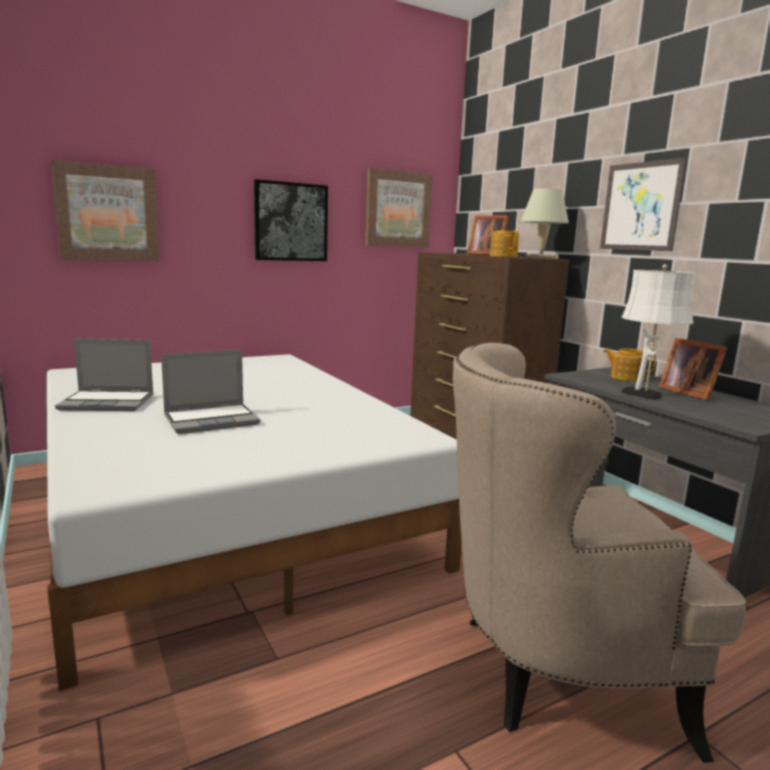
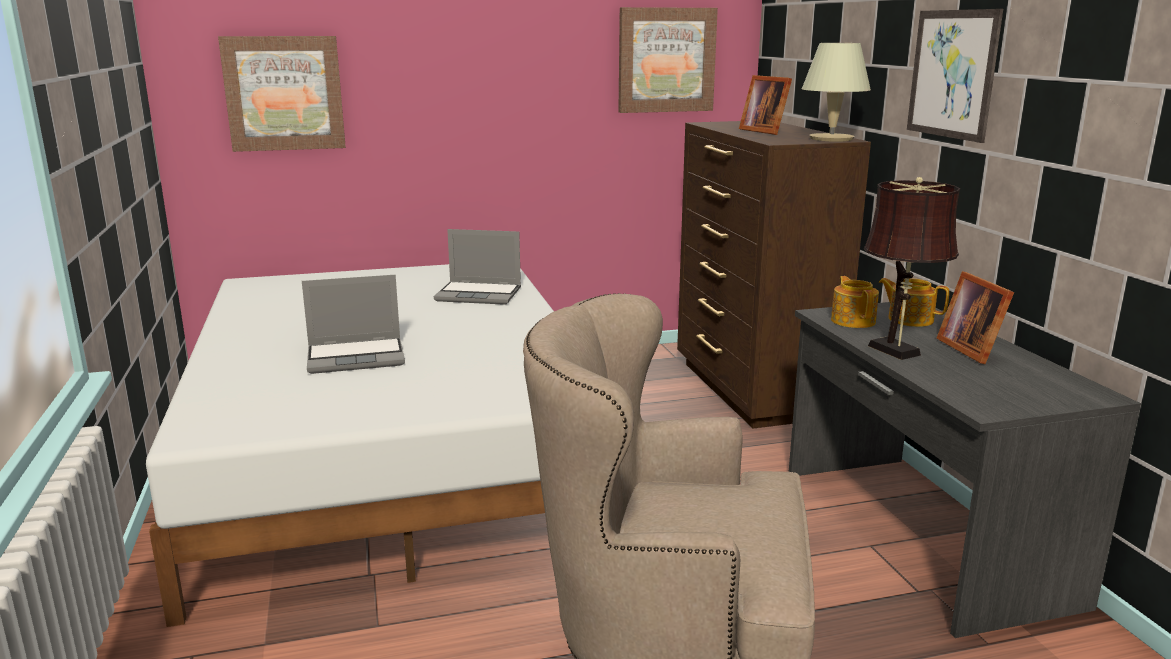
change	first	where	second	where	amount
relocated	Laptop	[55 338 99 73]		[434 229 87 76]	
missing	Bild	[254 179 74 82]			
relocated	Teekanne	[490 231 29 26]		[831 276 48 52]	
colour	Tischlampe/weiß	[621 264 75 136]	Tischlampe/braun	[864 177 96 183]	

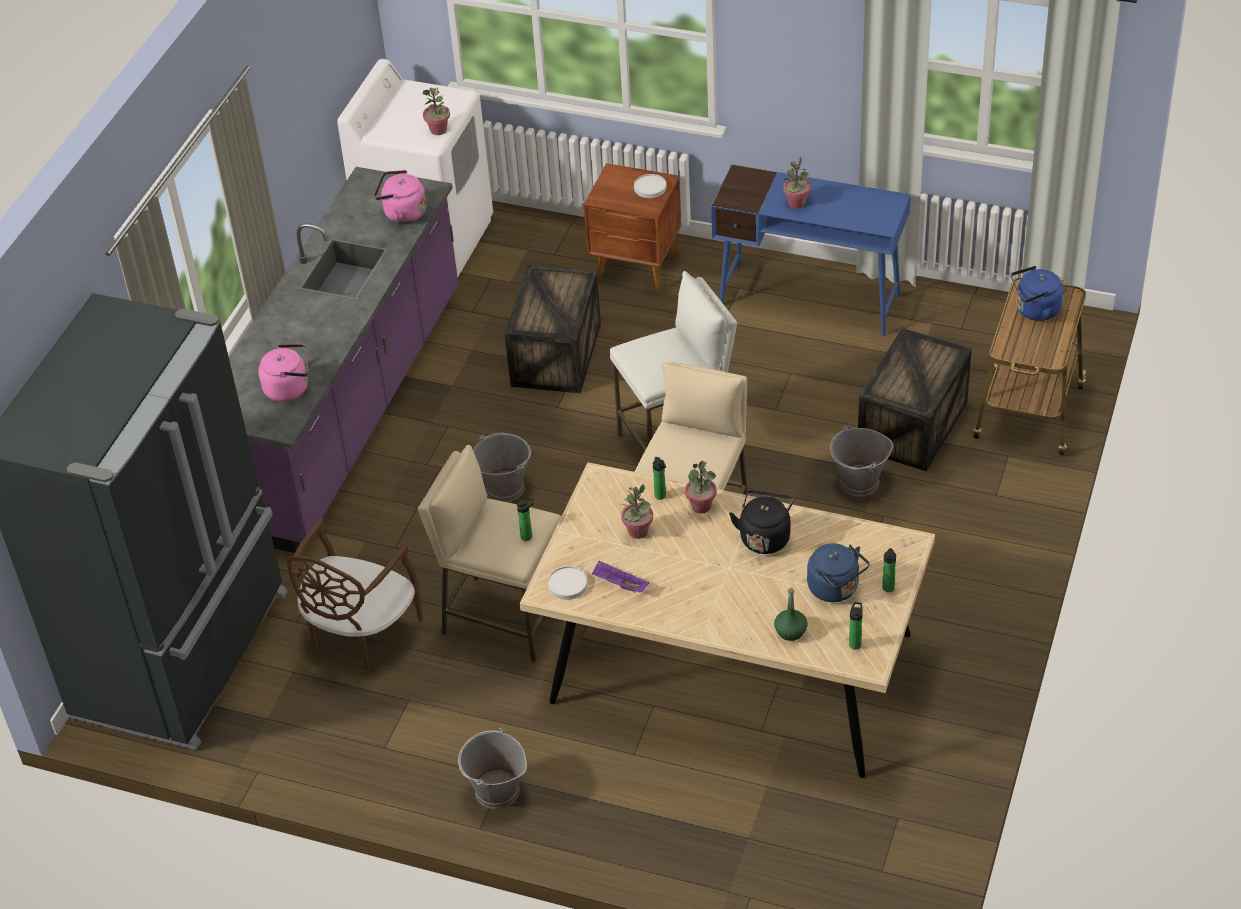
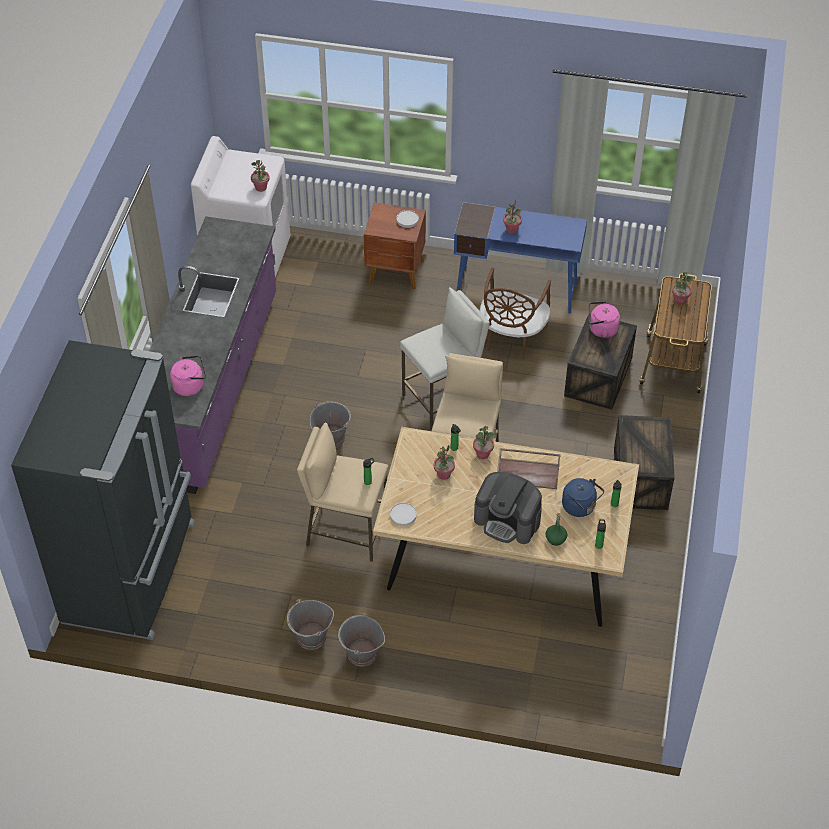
change	first	where	second	where	amount
relocated	Stuhl/braun	[286 518 137 153]		[480 267 71 92]	
relocated	Wasserkessel/rosa	[374 170 52 53]		[589 301 31 37]	
relocated	Kiste	[505 265 96 128]		[614 415 61 95]	
missing	Tablett/lila	[592 561 57 31]			
exchanged	Wasserkessel/schwarz	[729 490 65 64]	Tablett/braun	[497 448 64 41]	
relocated	Eimer/grau	[830 425 63 71]		[287 599 47 51]	
exchanged	Wasserkessel/blau	[1011 266 52 55]	Topfpflanze	[672 272 21 33]	
appeared			Kaffeemaschine	[474 472 68 72]	

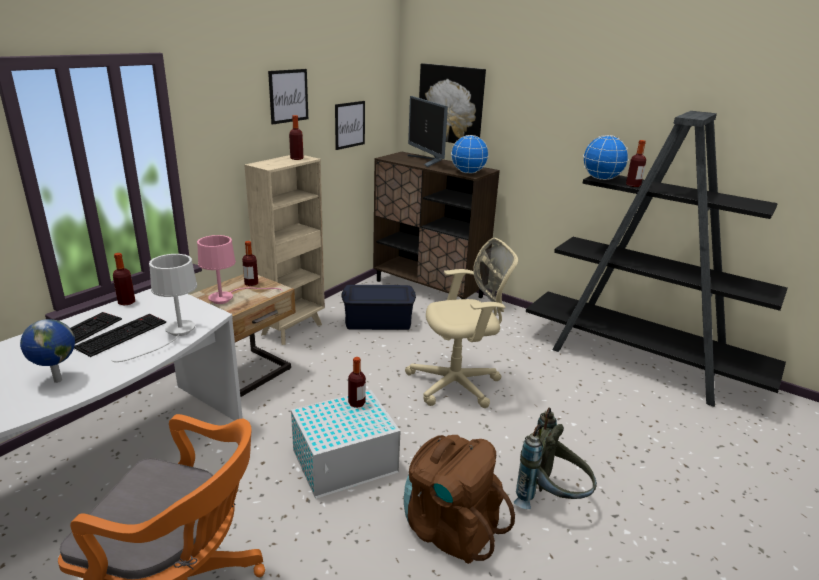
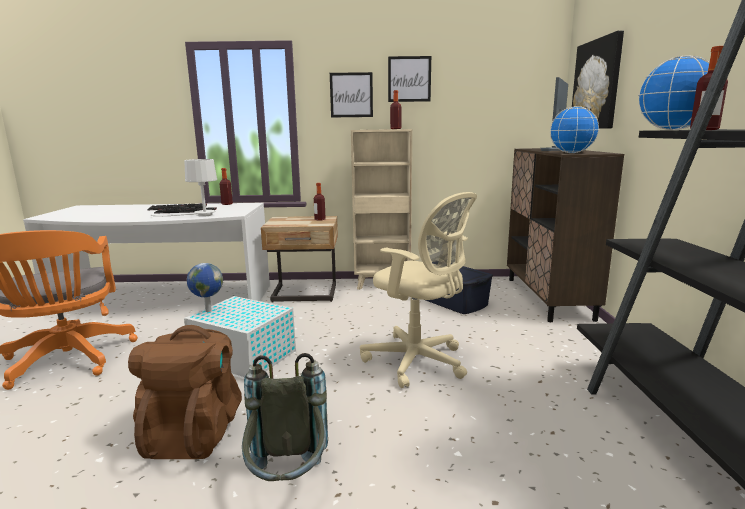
change	first	where	second	where	amount
relocated	Globus	[20 319 55 64]		[187 263 36 49]	
missing	Tischlampe/rosa	[197 235 86 69]			
relocated	Bild	[335 101 30 49]		[330 72 43 45]	
missing	Flasche	[348 357 18 51]			

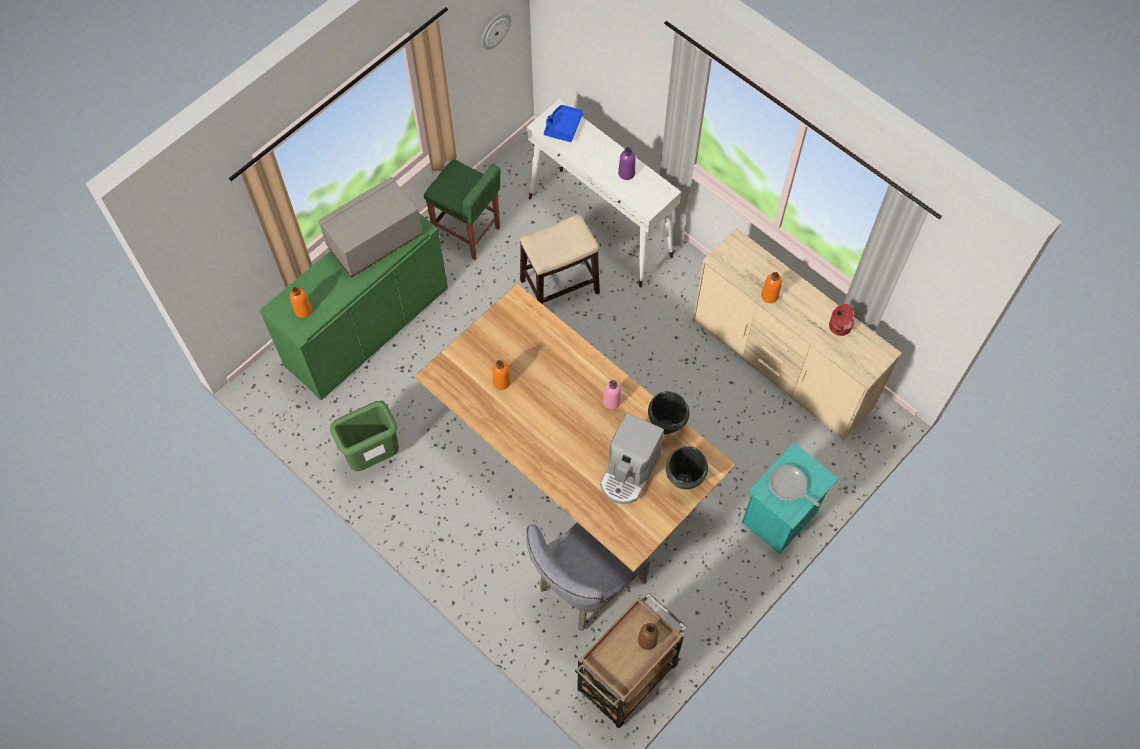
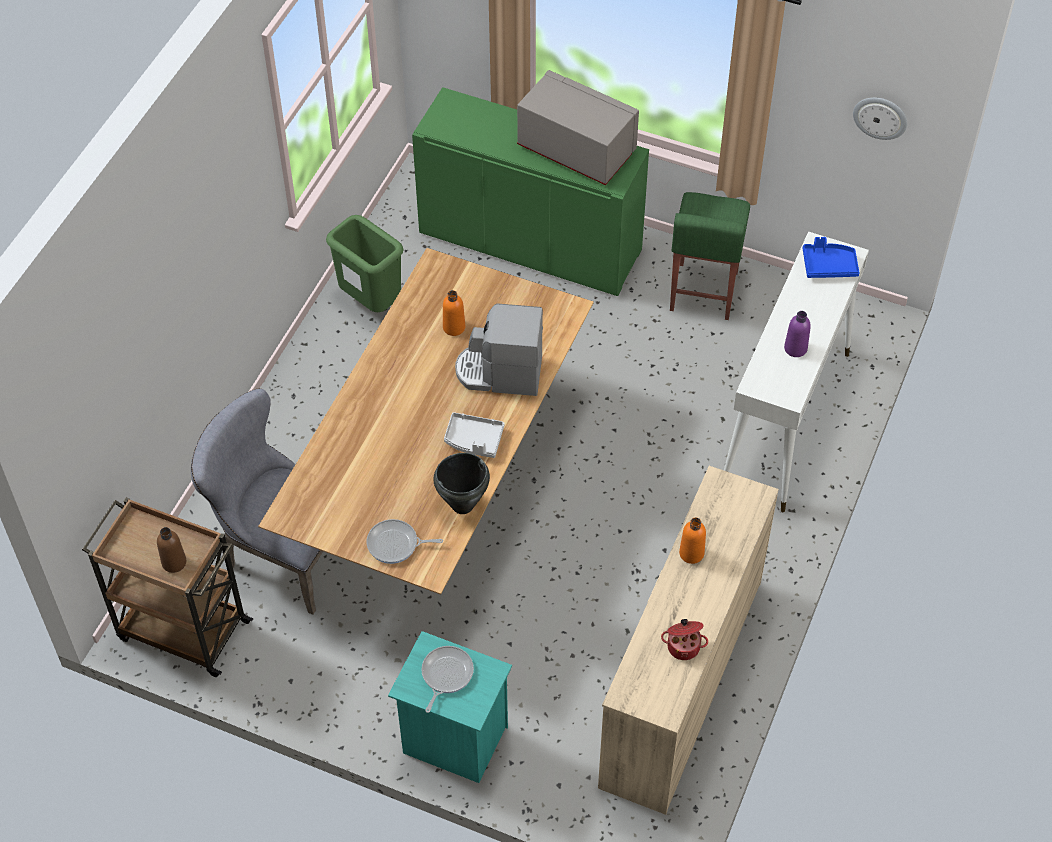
change	first	where	second	where	amount
missing	Flasche/orange	[290 287 22 31]			
missing	Hocker	[520 214 80 91]			
relocated	Kaffeemaschine	[600 413 64 91]		[455 303 88 93]	
exchanged	Flasche/rosa	[603 380 18 29]	Tablett/grau	[444 412 61 46]	
exchanged	Kochtopf/schwarz	[666 446 42 43]	Pfanne	[366 519 77 45]	

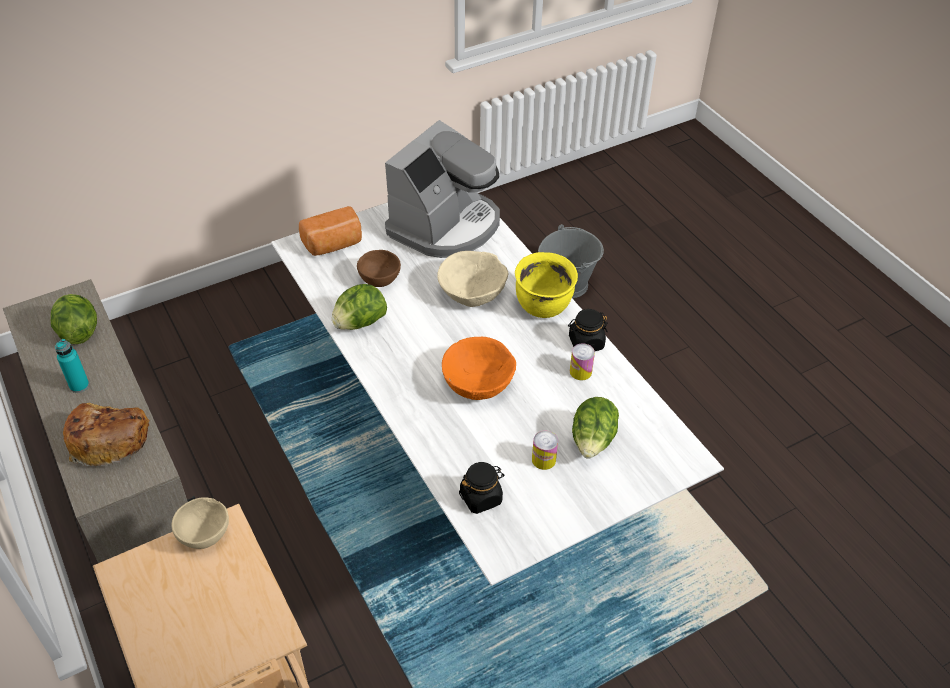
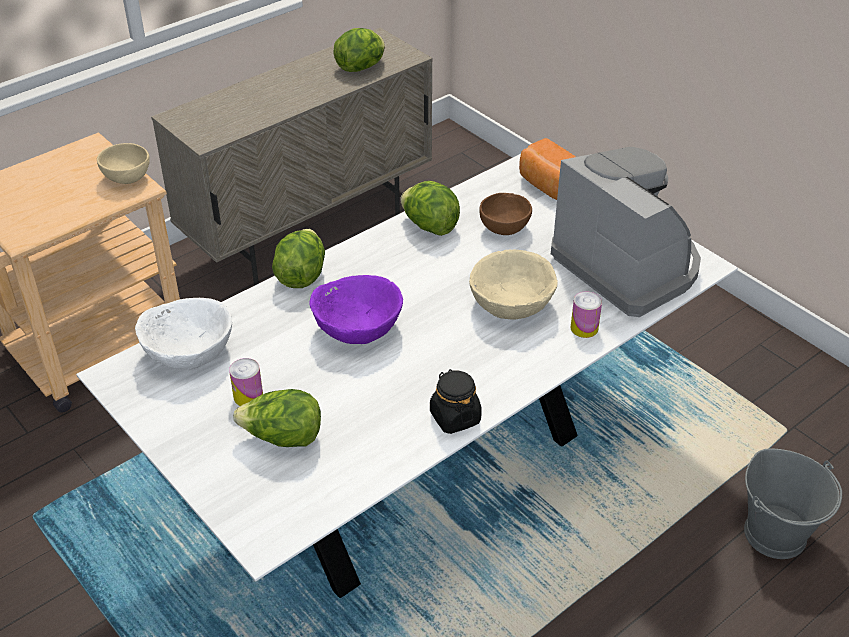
change	first	where	second	where	amount
missing	Flasche/türkis	[55 339 34 54]			
missing	Brot	[63 402 87 66]			
spun	Kaffeemaschine	[385 120 115 138]		[551 147 150 170]	150 degrees counterclockwise
colour	Schüssel/orange	[442 337 74 63]	Schüssel/lila	[309 275 94 69]	
exchanged	Vorratsglas/schwarz	[459 462 46 52]	Schüssel/weiß	[135 298 97 71]	
missing	Kochtopf/gelb	[515 252 63 66]			
relocated	Dose	[570 344 25 36]		[571 292 31 46]	
appeared			Salatkopf	[272 229 53 59]	

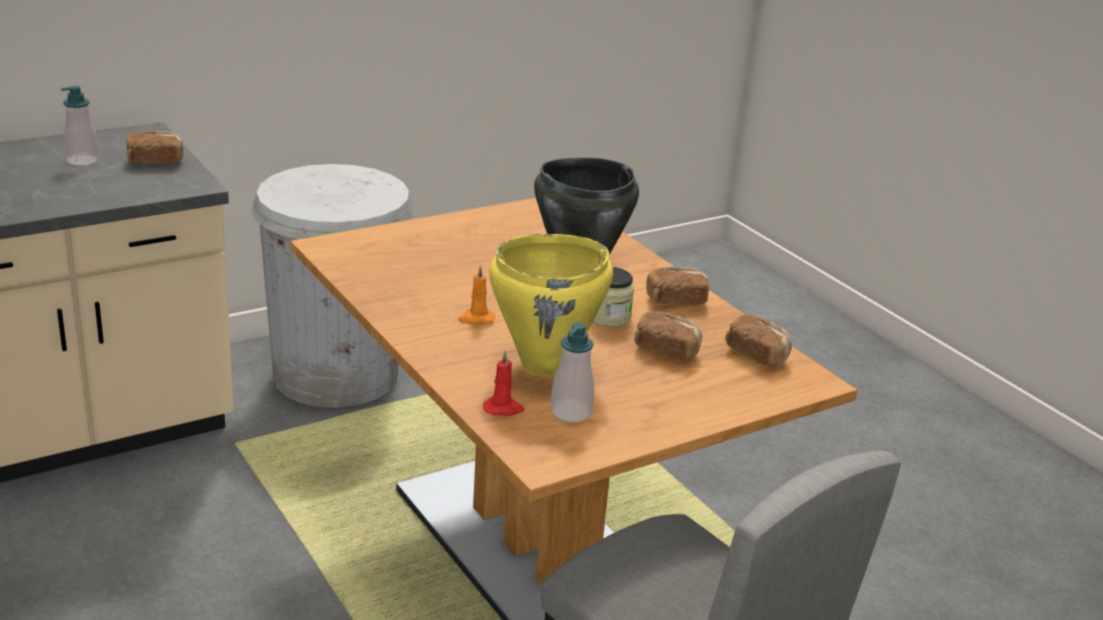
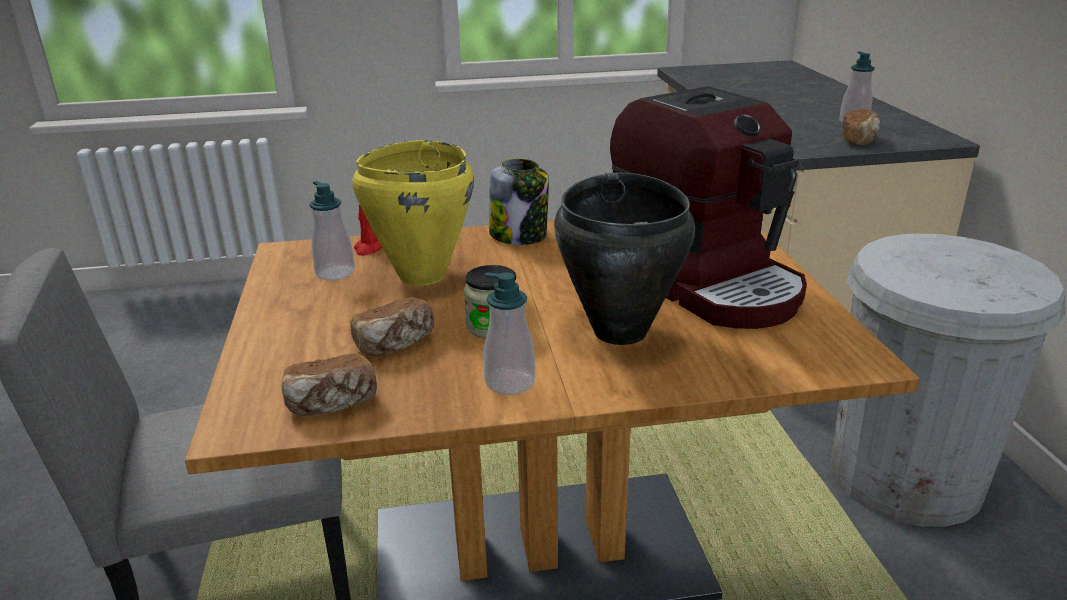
change	first	where	second	where	amount
missing	Kerze/orange	[459 265 36 60]			
exchanged	Brot	[646 267 63 38]	Seifenspender	[484 272 51 123]	
appeared			Vorratsglas	[489 158 60 87]	
appeared			Kaffeemaschine	[610 86 197 243]	

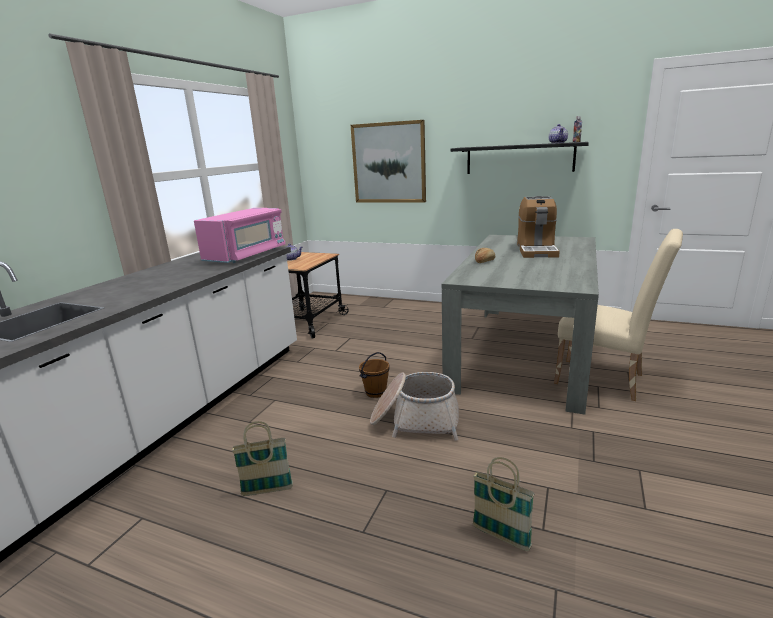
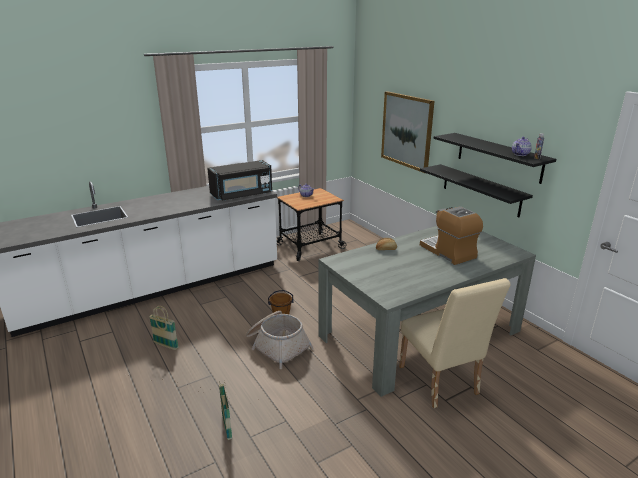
change	first	where	second	where	amount
colour	Mikrowelle/rosa	[194 208 92 55]	Mikrowelle/schwarz	[207 160 65 40]	
spun	Kaffeemaschine	[517 196 43 62]		[420 206 63 59]	105 degrees clockwise
appeared			Wandregal/schwarz	[420 164 113 53]	

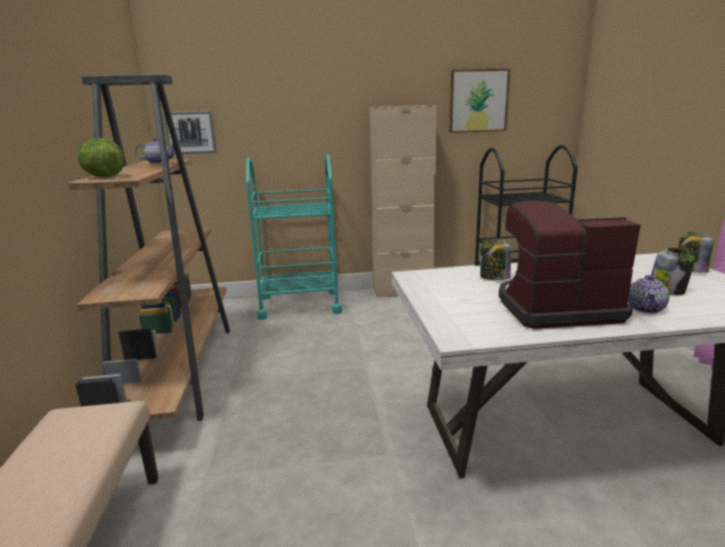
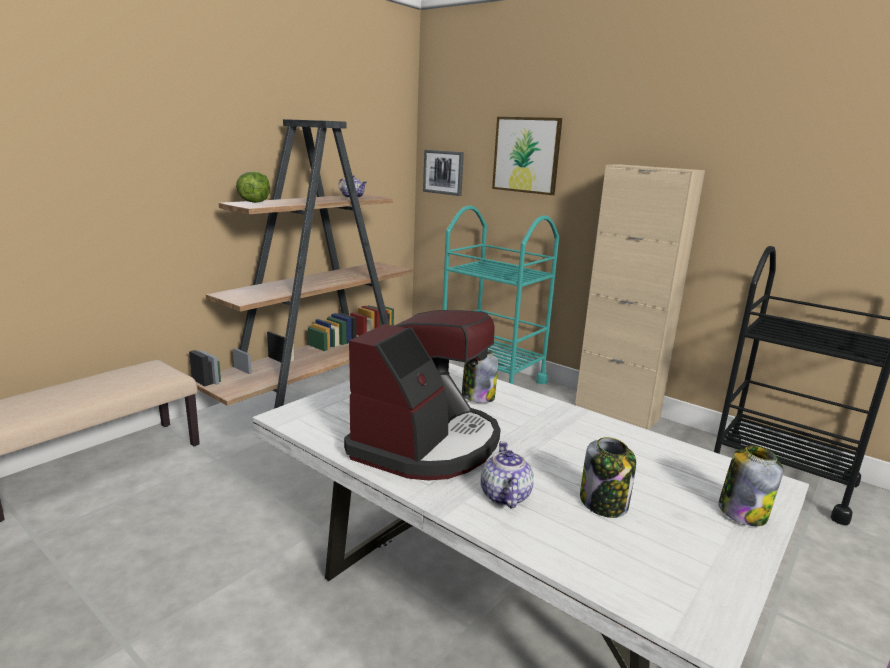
change	first	where	second	where	amount
relocated	Bild	[449 68 61 65]		[492 117 70 78]	
spun	Kaffeemaschine	[498 201 143 128]		[344 310 157 171]	75 degrees clockwise
spun	Teekanne	[628 275 42 38]		[481 441 53 67]	105 degrees clockwise

